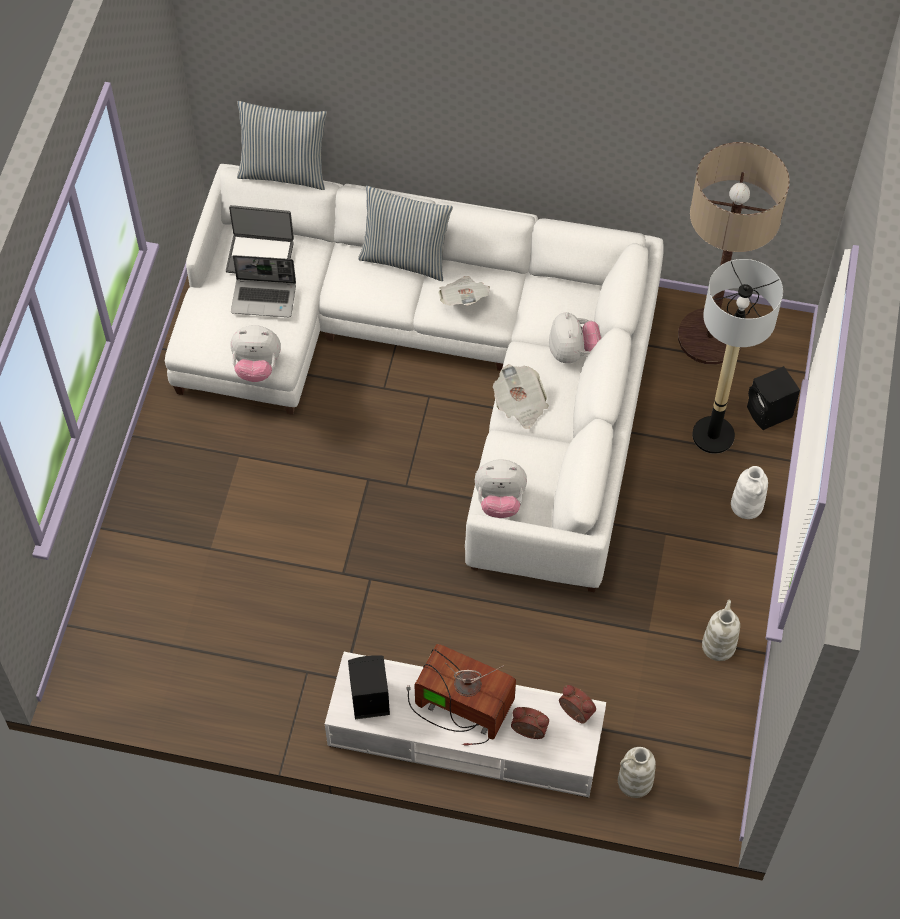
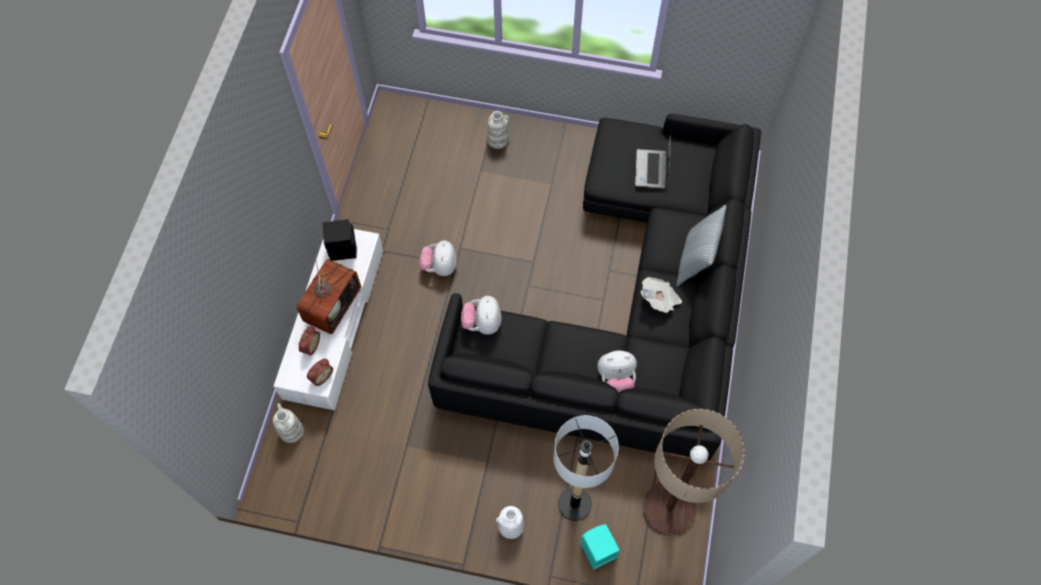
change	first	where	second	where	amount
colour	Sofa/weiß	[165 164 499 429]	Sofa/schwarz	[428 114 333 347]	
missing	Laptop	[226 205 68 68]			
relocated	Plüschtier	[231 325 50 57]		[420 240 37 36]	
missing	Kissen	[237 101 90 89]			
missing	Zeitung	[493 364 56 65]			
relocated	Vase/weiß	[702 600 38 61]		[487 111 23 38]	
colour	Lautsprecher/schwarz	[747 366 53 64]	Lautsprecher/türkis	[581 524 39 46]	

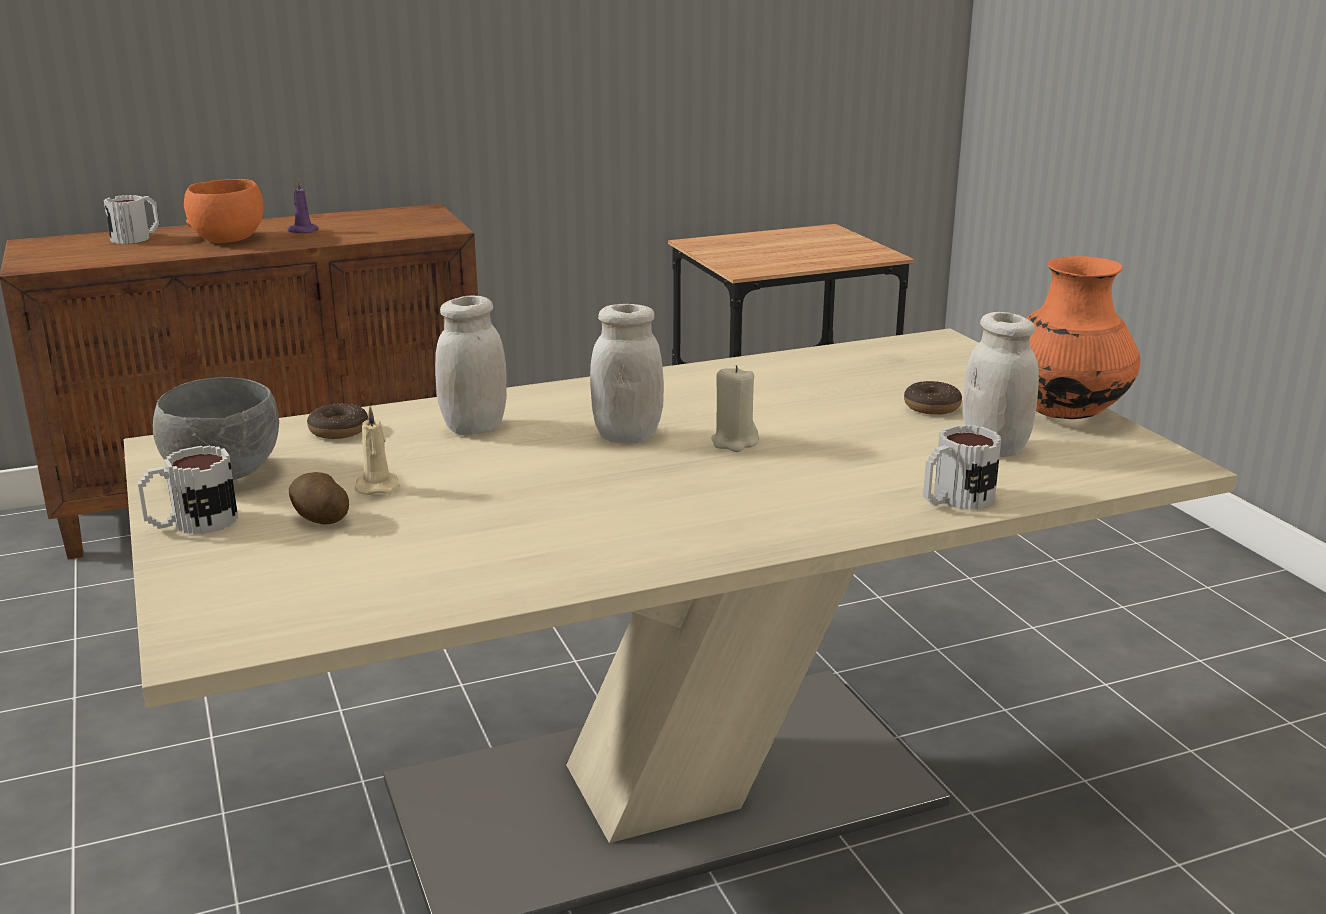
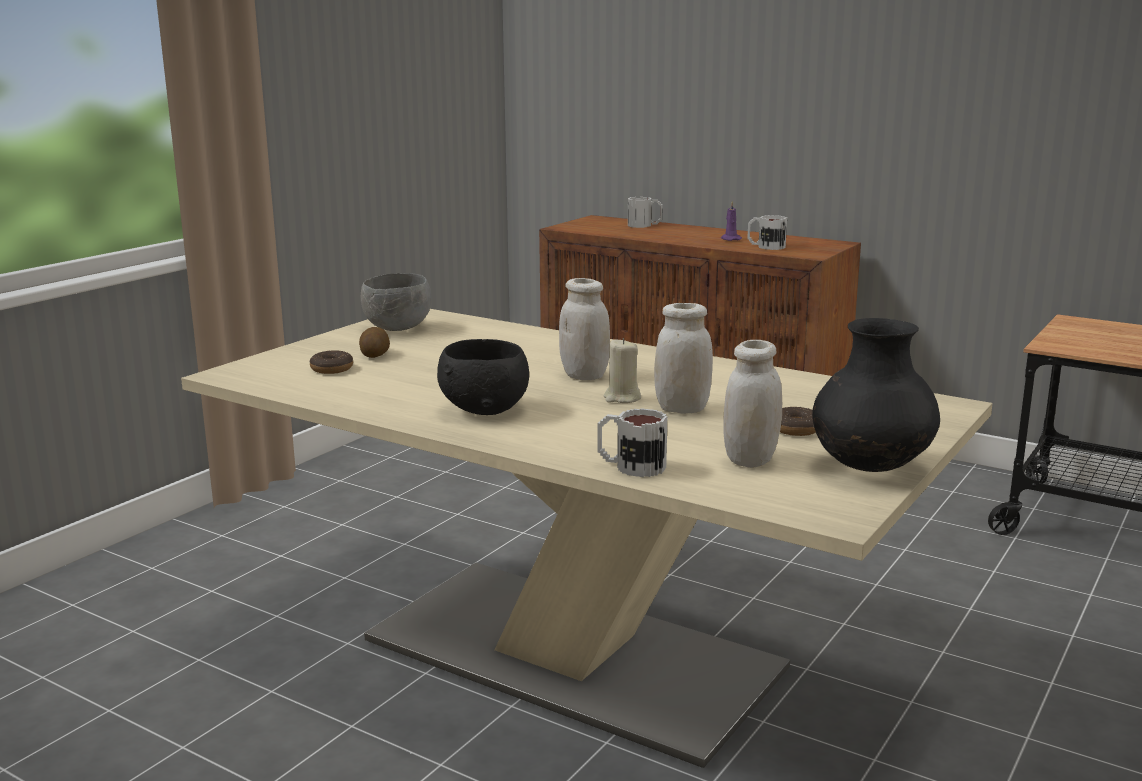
change	first	where	second	where	amount
relocated	Henkelbecher	[137 445 101 89]		[747 215 40 35]	
missing	Schüssel/orange	[184 179 80 64]			
relocated	Donut	[307 403 61 36]		[309 350 44 24]	
missing	Kerze/beige	[355 406 45 89]			
relocated	Vorratsglas/weiß	[435 296 72 139]		[654 303 59 111]	
colour	Vase/orange	[1026 256 114 163]	Vase/schwarz	[812 318 128 154]	
appeared			Schüssel/schwarz	[437 339 92 76]	

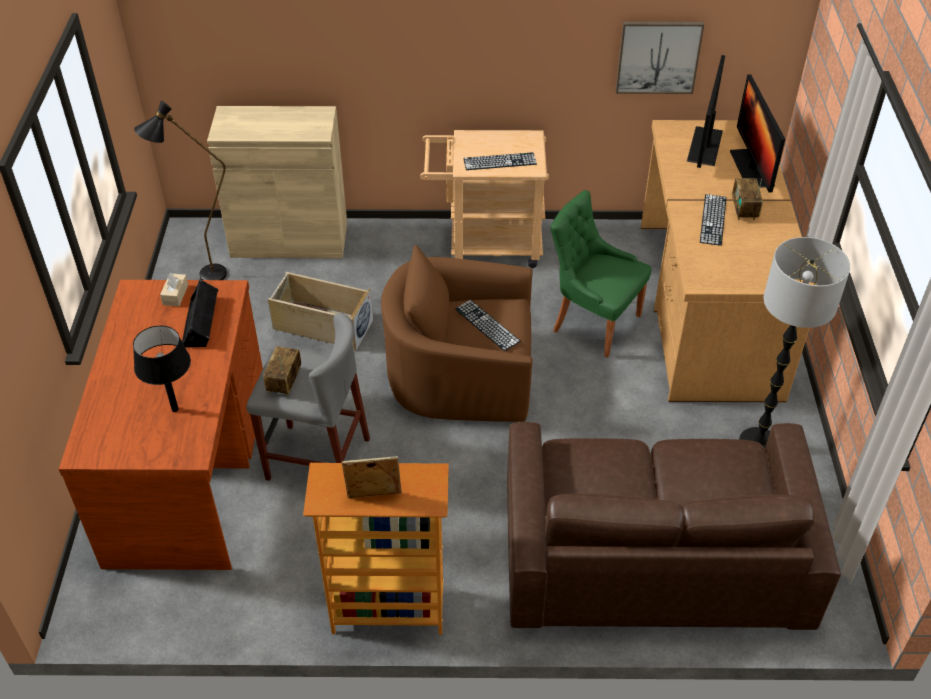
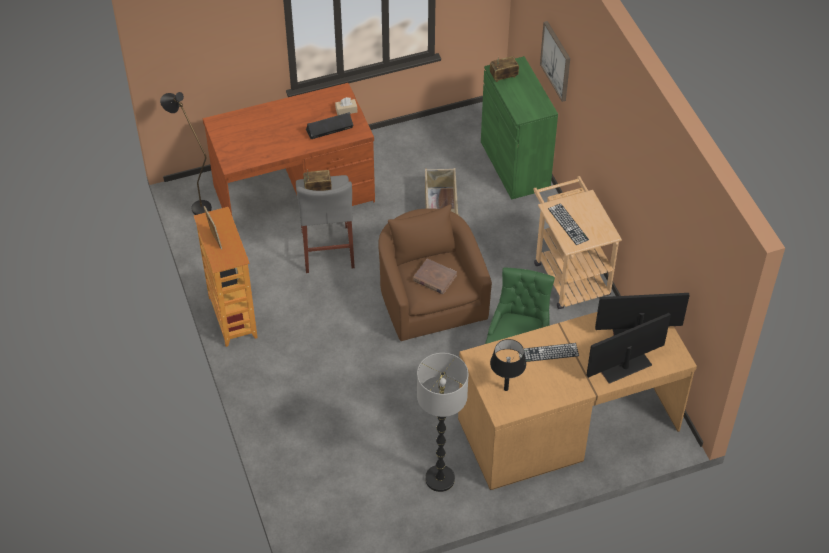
change	first	where	second	where	amount
relocated	Tischlampe/schwarz	[133 325 58 87]		[490 339 36 52]	
relocated	Stehlampe/schwarz	[134 101 93 179]		[160 92 52 123]	
colour	Schrank/beige	[207 106 140 152]	Schrank/grün	[481 56 77 144]	
exchanged	Tastatur	[455 300 66 51]	Buch/braun	[413 258 44 36]	
missing	Sofa/braun	[507 422 334 208]			
relocated	Bild	[616 21 88 73]		[540 21 30 81]	
relocated	Radio	[732 178 31 42]		[490 56 29 26]	

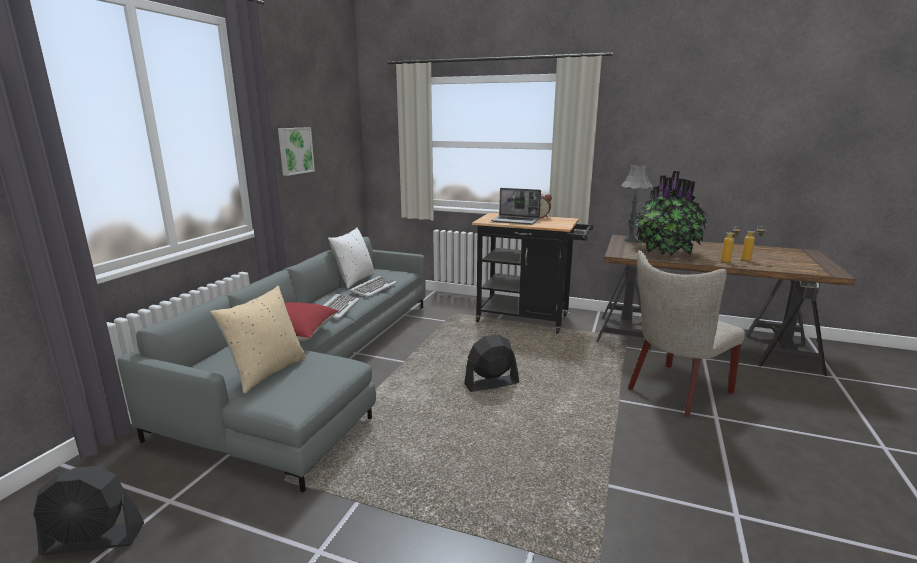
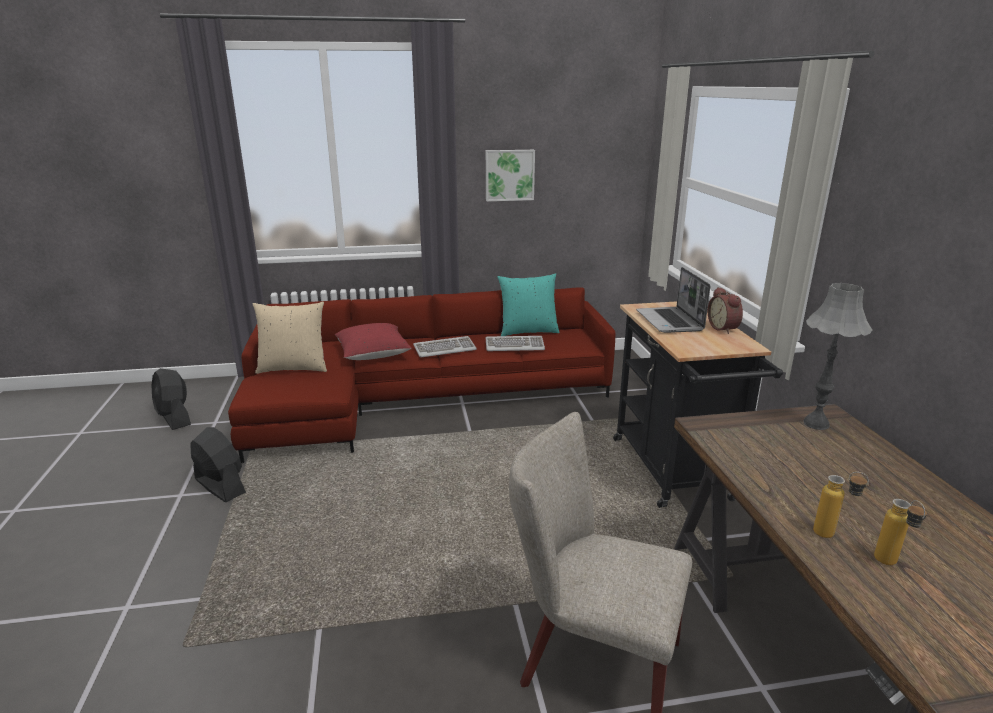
change	first	where	second	where	amount
colour	Sofa/grau	[118 237 308 255]	Sofa/rot	[228 287 387 176]	
colour	Kissen/weiß	[328 228 47 61]	Kissen/türkis	[498 273 61 63]	
relocated	Ventilator/schwarz	[464 334 55 58]		[190 427 56 75]	
missing	Topfpflanze	[633 171 75 85]			

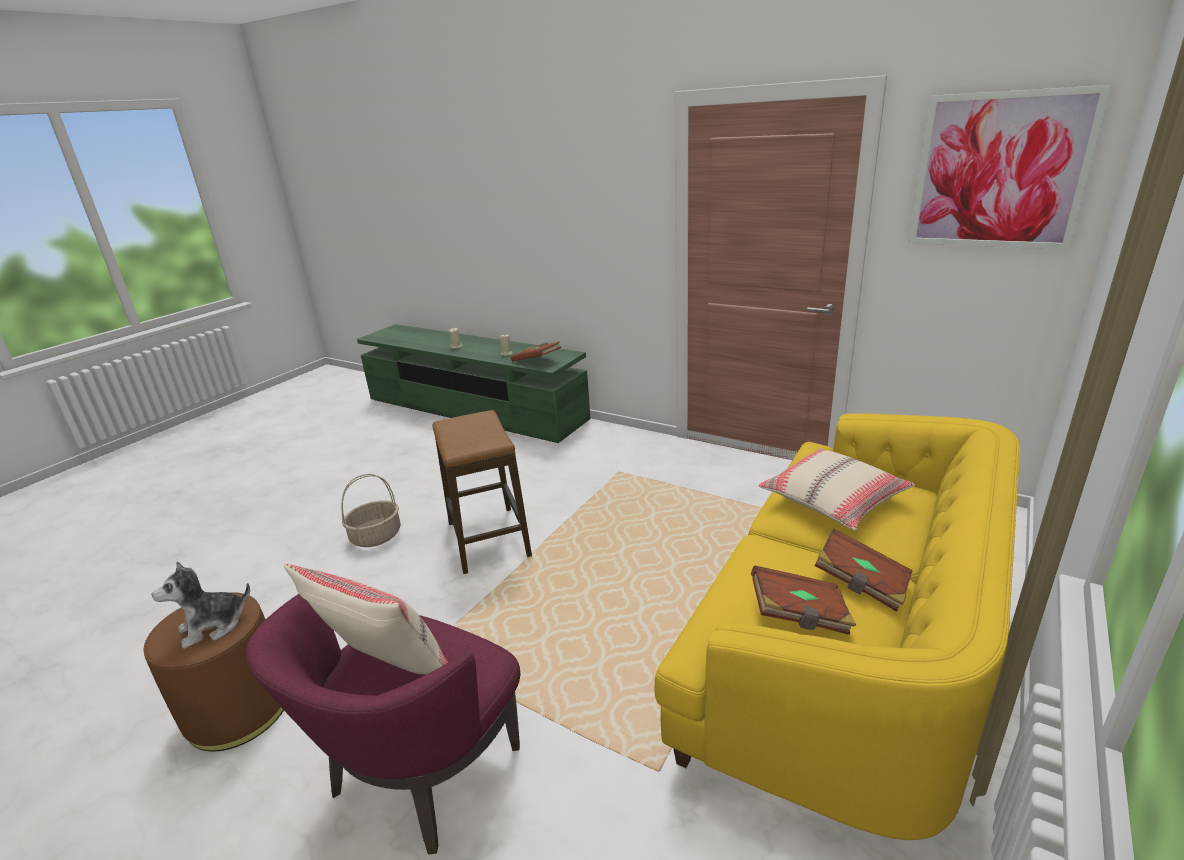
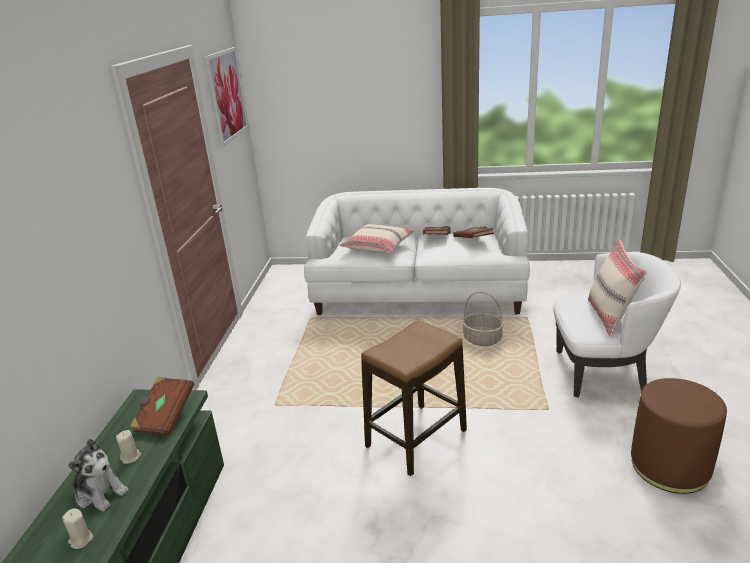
change	first	where	second	where	amount
relocated	Plüschtier	[151 561 99 88]		[68 439 61 73]	
colour	Sessel/lila	[246 594 274 260]	Sessel/weiß	[553 252 128 146]	
relocated	Korb	[341 474 60 73]		[462 292 42 54]	
colour	Sofa/gelb	[655 413 365 427]	Sofa/weiß	[304 188 226 127]	

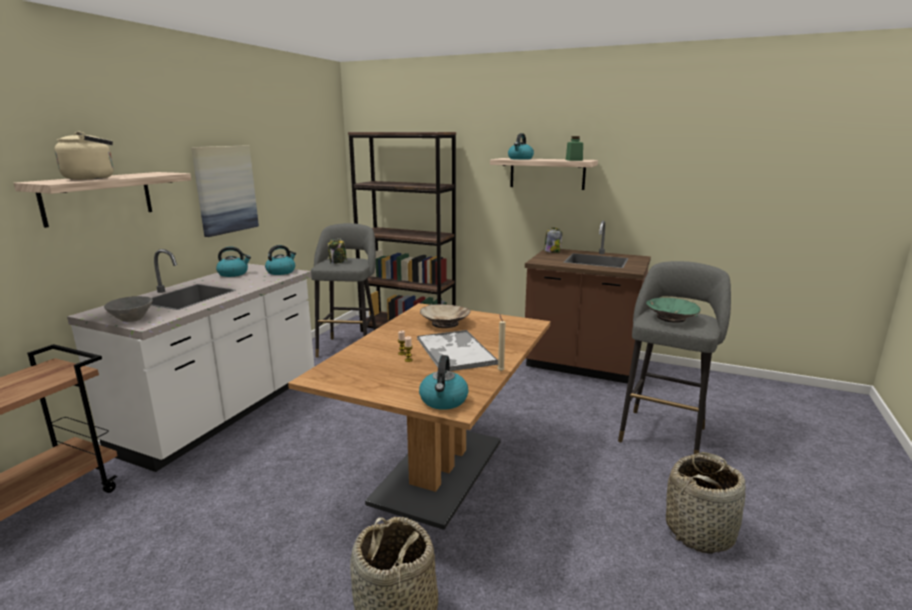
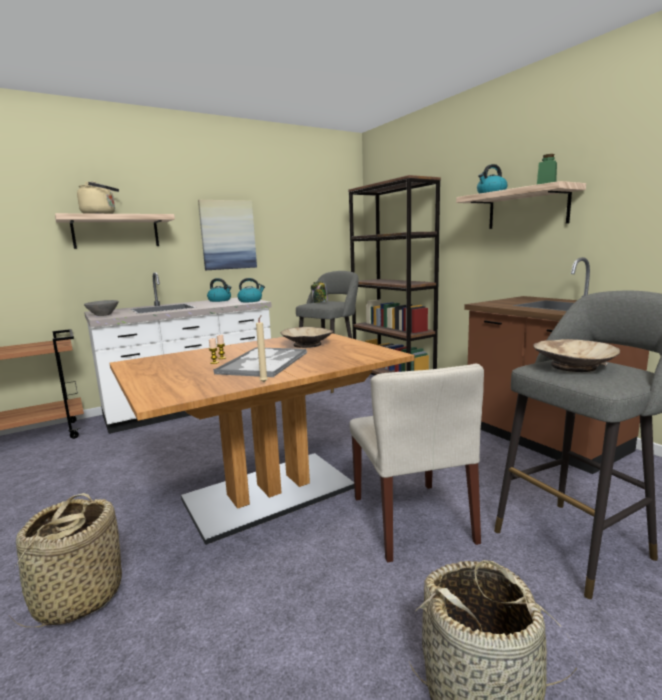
change	first	where	second	where	amount
missing	Wasserkessel	[419 355 49 55]			
missing	Vorratsglas	[544 228 18 25]			
colour	Schüssel/grün	[646 298 54 25]	Schüssel/beige	[533 339 87 33]	
appeared			Stuhl/beige	[349 364 135 198]	

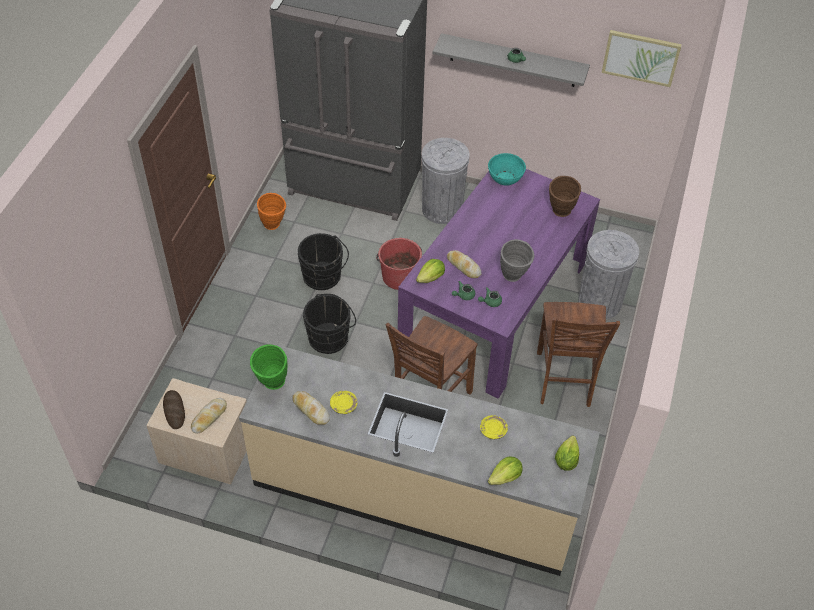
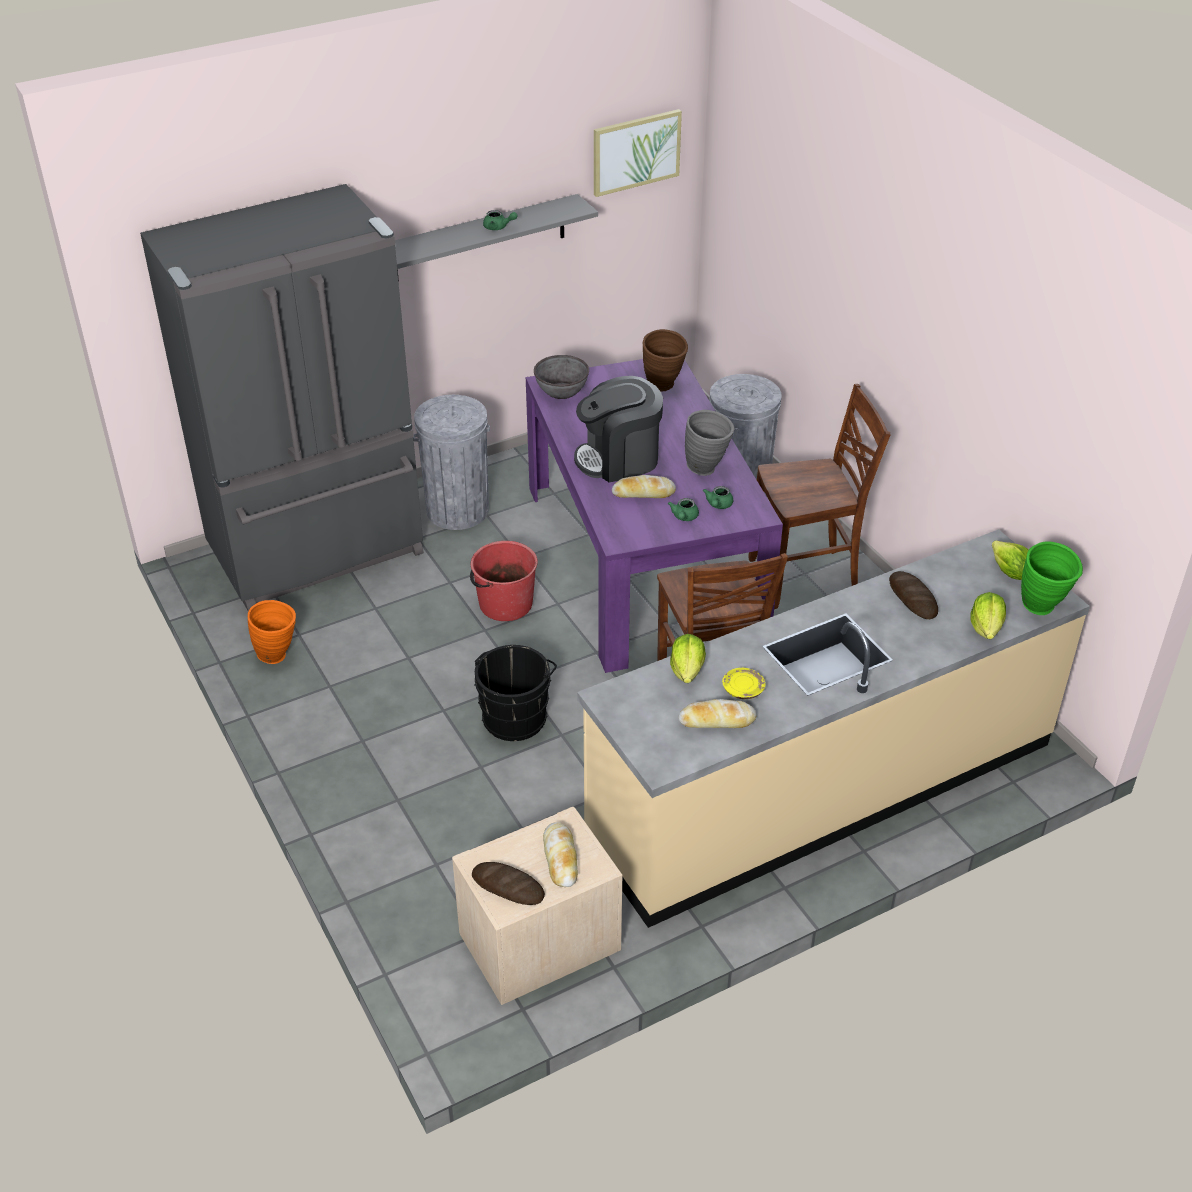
change	first	where	second	where	amount
relocated	Vase/grün	[250 344 37 46]		[1021 541 62 74]	
missing	Eimer/schwarz	[298 233 51 57]			
relocated	Salatkopf	[416 259 29 24]		[670 634 36 49]	
exchanged	Teller/gelb	[480 415 28 24]	Brot	[889 571 49 48]	
colour	Schüssel/türkis	[488 153 38 33]	Schüssel/grau	[534 355 55 44]	
spun	Stuhl/braun	[537 302 83 105]		[748 384 142 225]	60 degrees counterclockwise
appeared			Kaffeemaschine	[574 376 89 106]	

